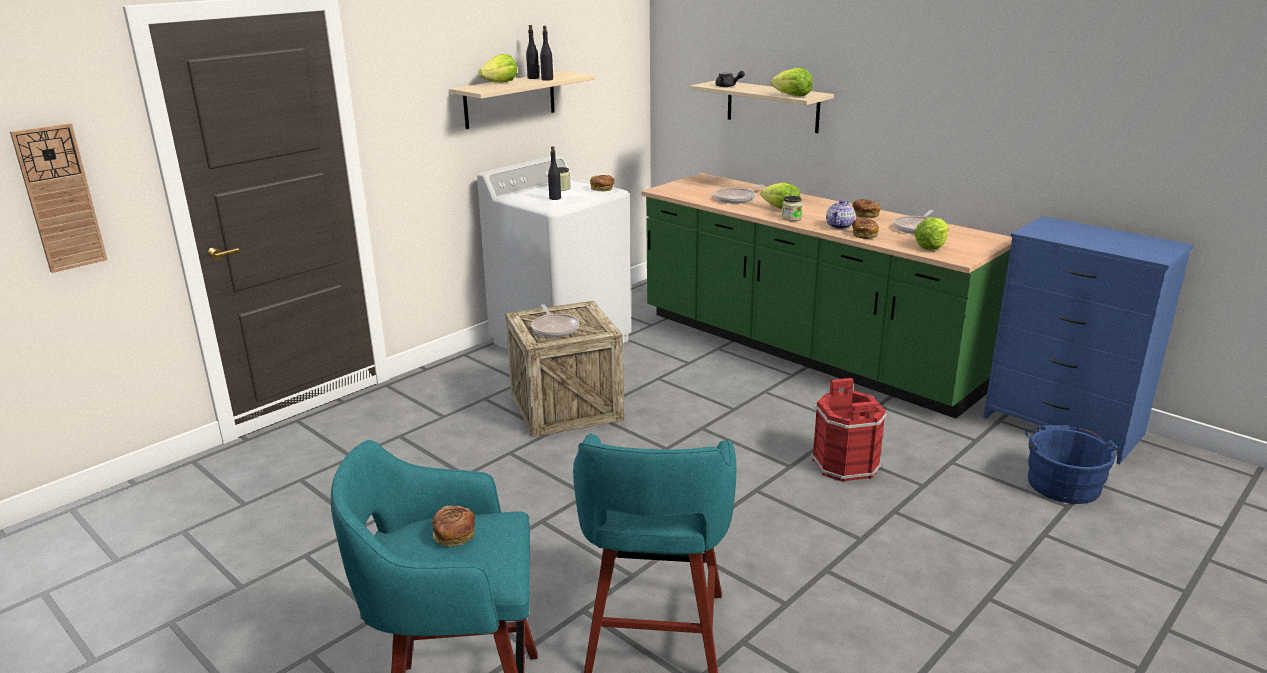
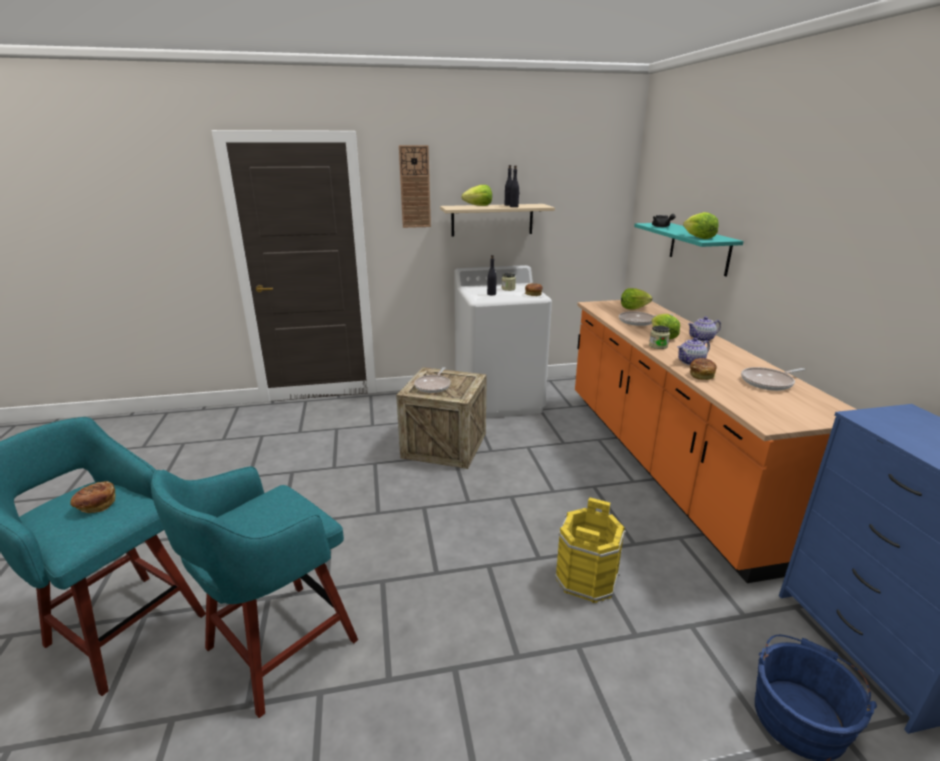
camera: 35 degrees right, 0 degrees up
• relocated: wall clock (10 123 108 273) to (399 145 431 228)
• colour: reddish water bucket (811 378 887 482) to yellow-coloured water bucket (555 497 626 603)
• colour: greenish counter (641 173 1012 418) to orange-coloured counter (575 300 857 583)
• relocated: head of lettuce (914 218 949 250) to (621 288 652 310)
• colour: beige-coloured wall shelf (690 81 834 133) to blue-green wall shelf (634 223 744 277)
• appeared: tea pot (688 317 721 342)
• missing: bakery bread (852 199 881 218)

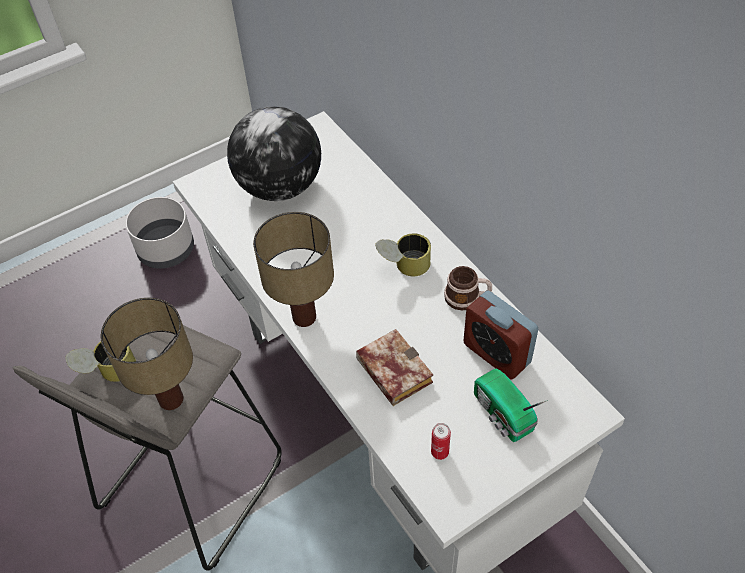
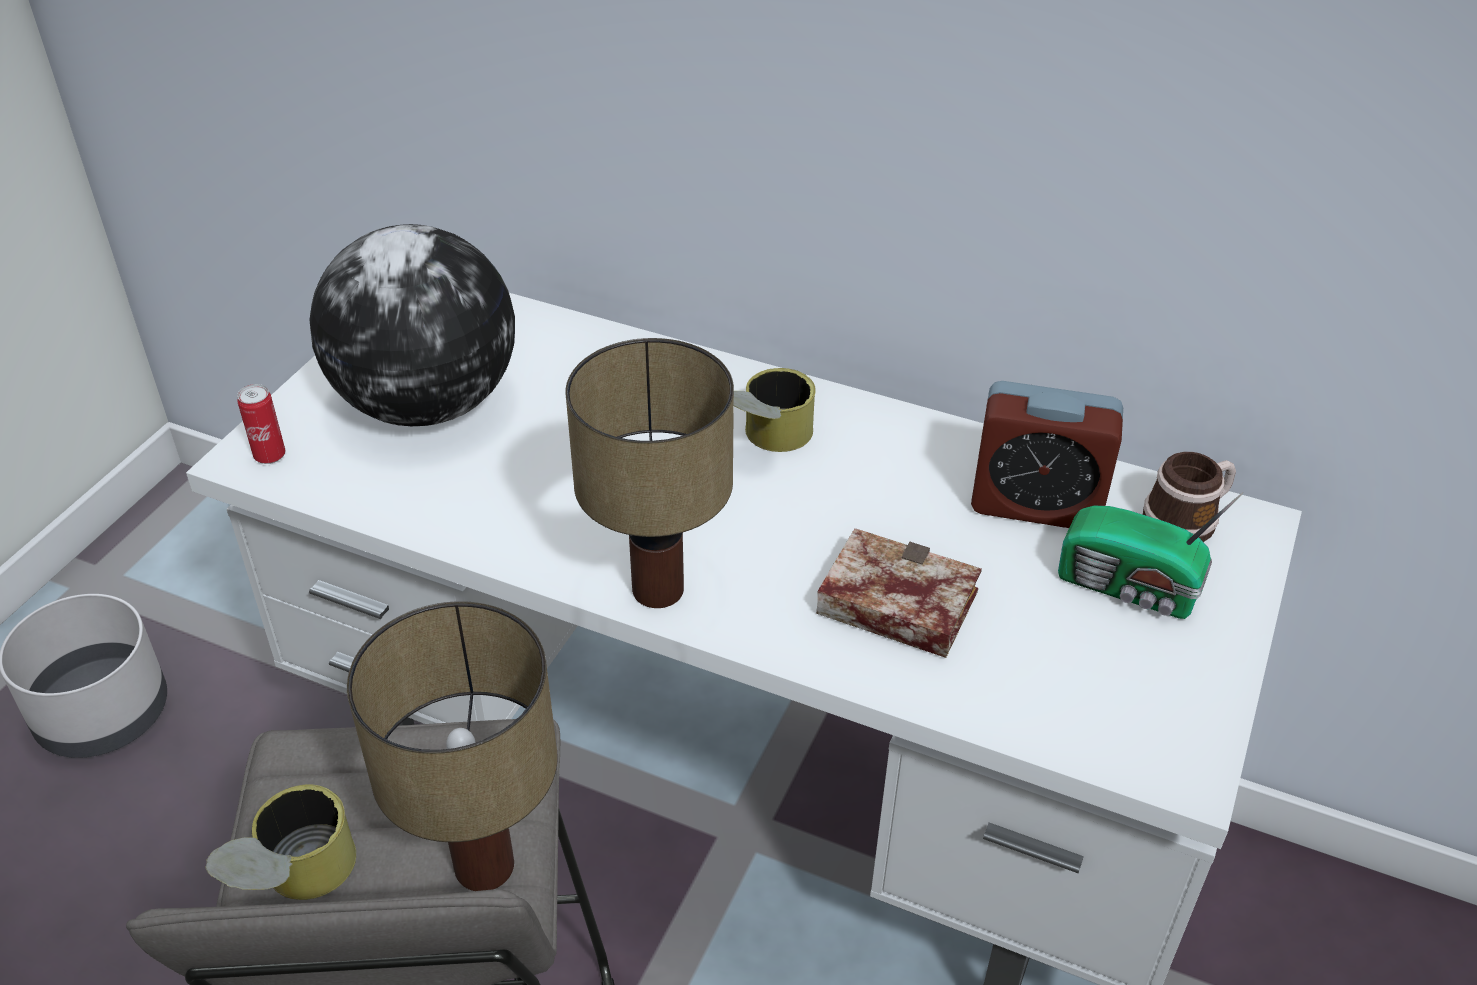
camera: 35 degrees left, 10 degrees down
• relocated: metal can (431 423 451 460) to (237 384 285 464)
• relocated: mug (444 266 492 310) to (1143 452 1236 542)

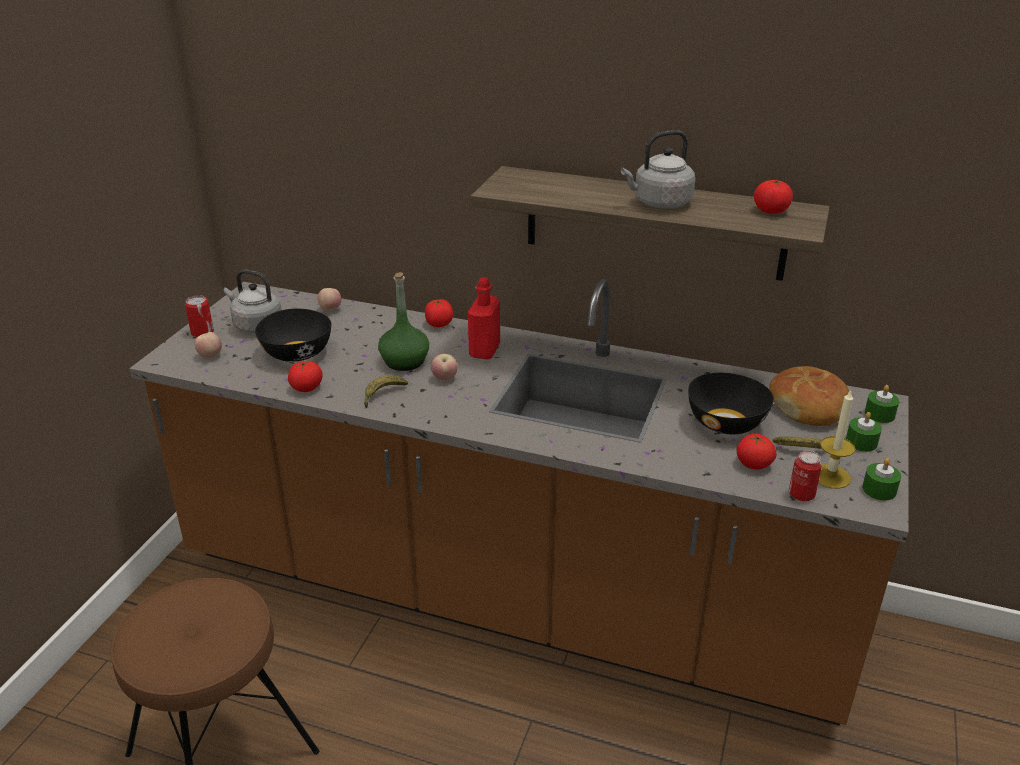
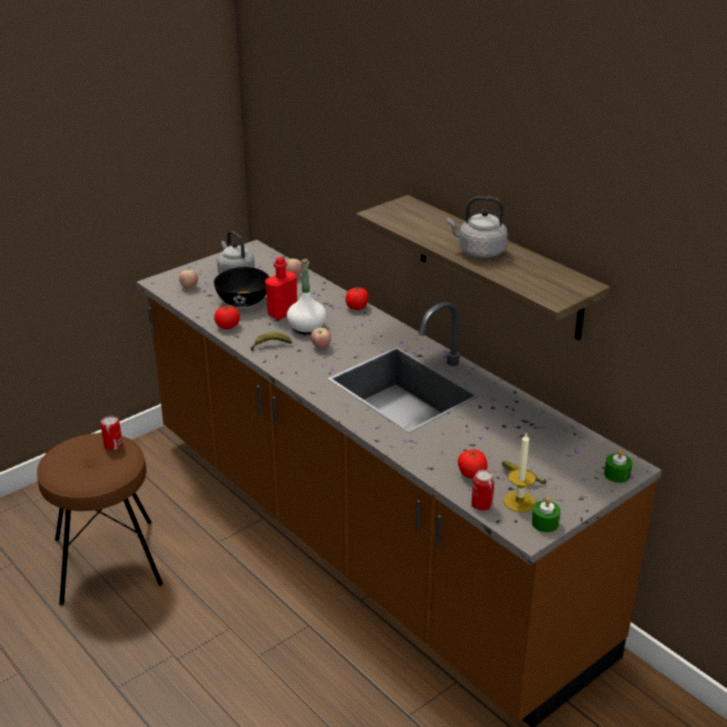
camera: 30 degrees right, 0 degrees up
• relocated: metal can (185 295 214 337) to (100 415 123 450)
• relocated: reddish drink bottle (468 277 500 359) to (265 257 297 320)
• colour: greenish drink bottle (378 272 429 371) to white drink bottle (287 259 326 334)
• missing: black-coloured serving bowl (688 373 774 435)
• missing: tomato (754 180 793 214)
• missing: bakery bread (769 366 849 426)
• missing: greenish candle (846 412 882 452)

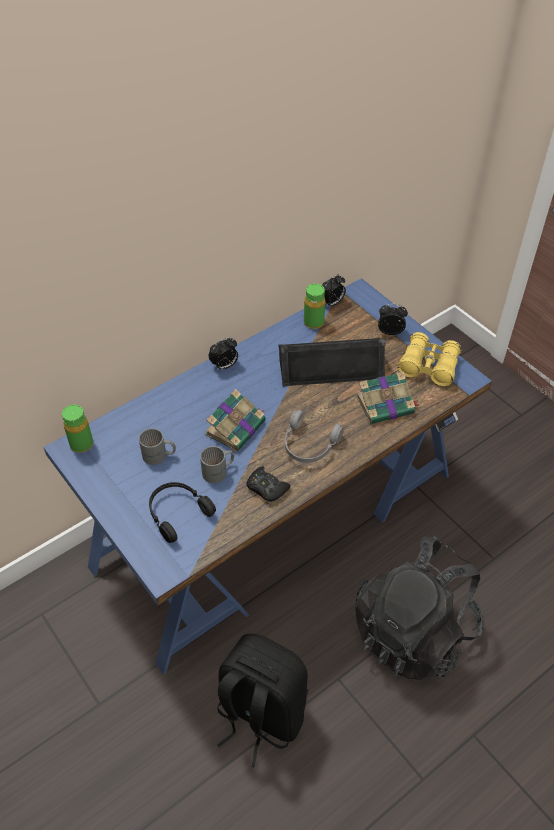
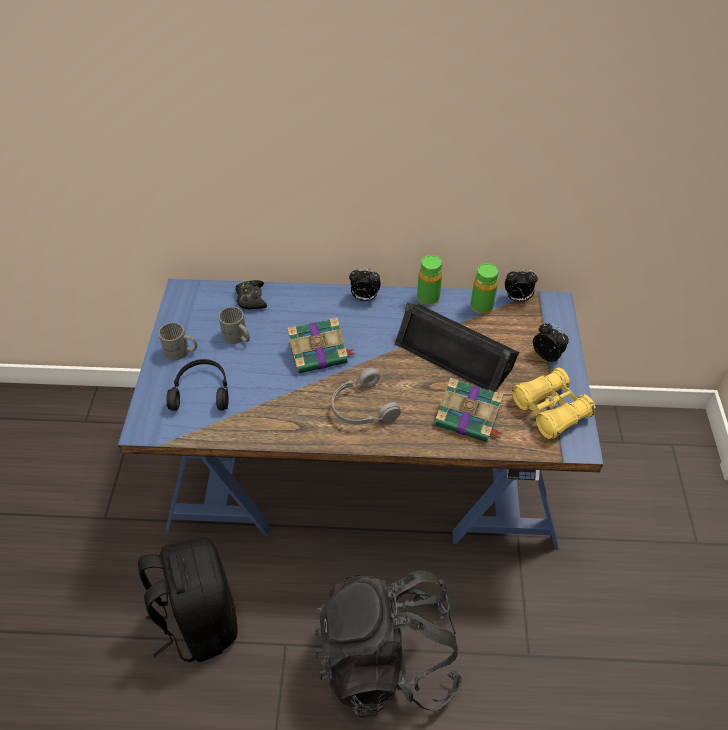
camera: 40 degrees right, 0 degrees up
• relocated: grey mug (200 446 234 483) to (158 322 197 360)
• relocated: black-coloured joypad (246 466 290 502) to (235 280 267 310)
• relocated: greenish drink bottle (62 404 93 453) to (417 255 442 305)

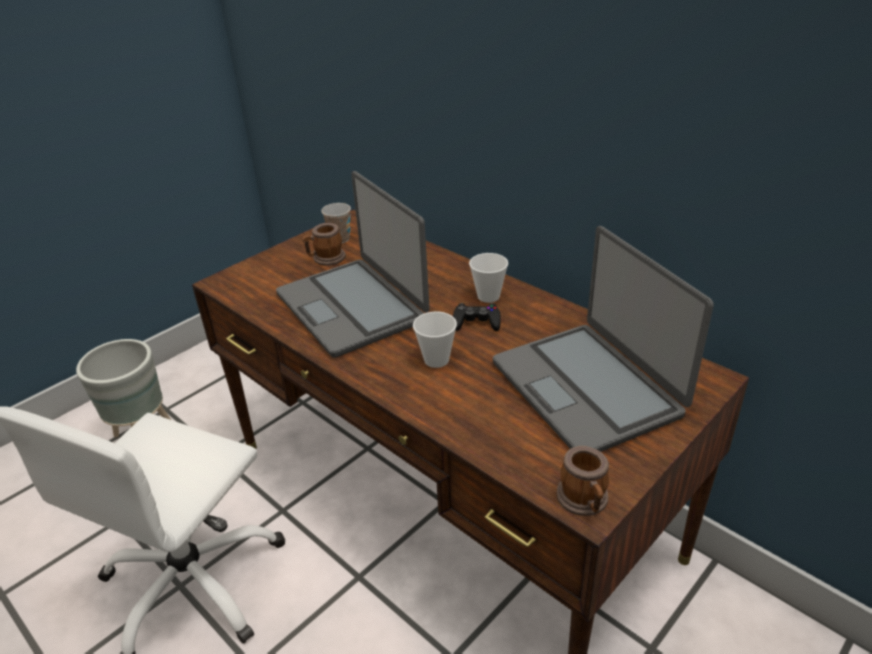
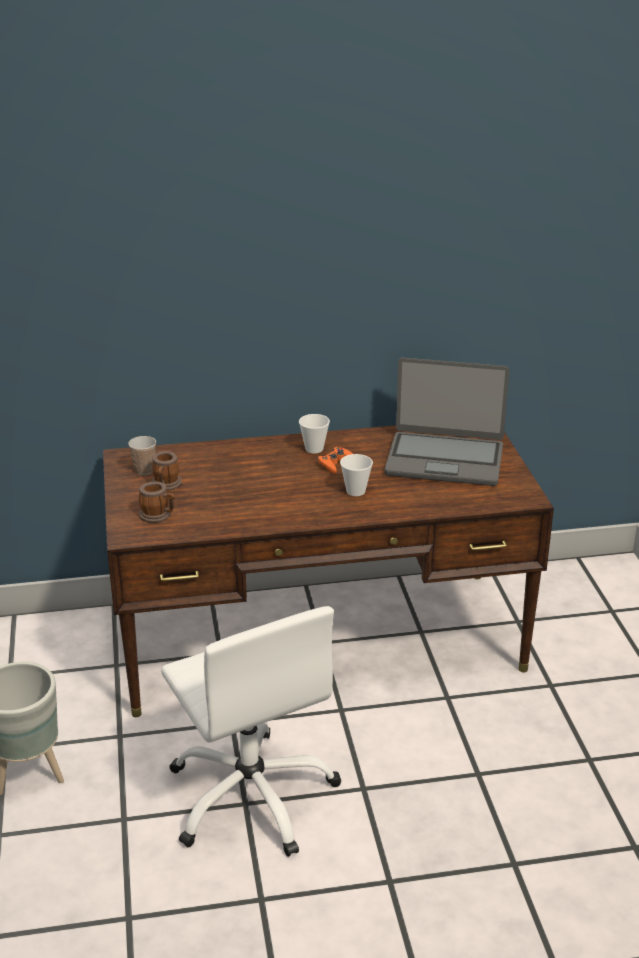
camera: 55 degrees left, 5 degrees down
• relocated: mug (556 446 609 516) to (139 481 175 523)
• colour: black-coloured joypad (453 303 501 331) to orange-coloured joypad (317 447 353 474)
• missing: laptop (276 171 430 358)

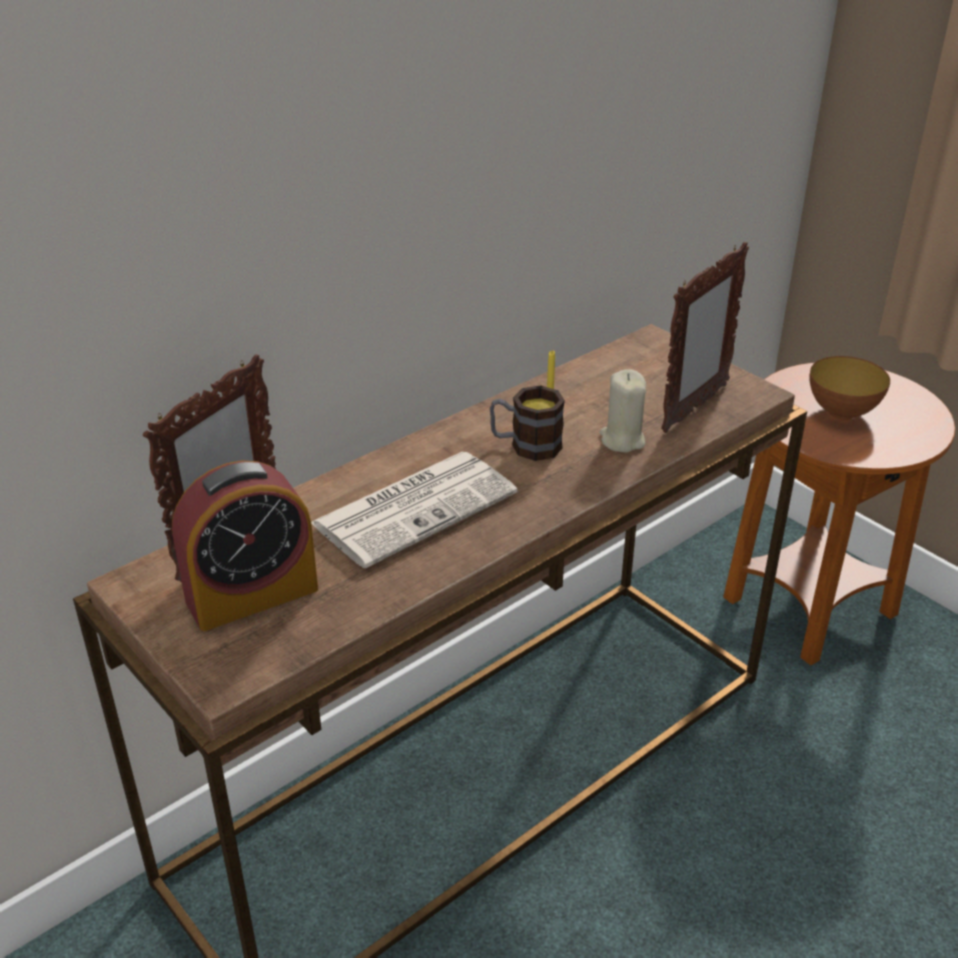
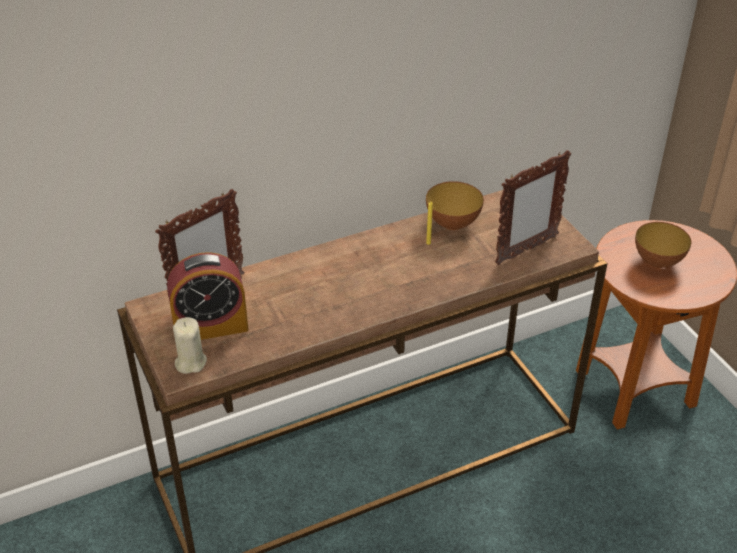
camera: 15 degrees right, 5 degrees up
• relocated: beige-coloured candle (600 369 646 452) to (173 317 207 374)
• appeared: serving bowl (426 181 484 230)
• missing: printed paper (311 452 517 568)
• missing: mug (490 385 565 461)

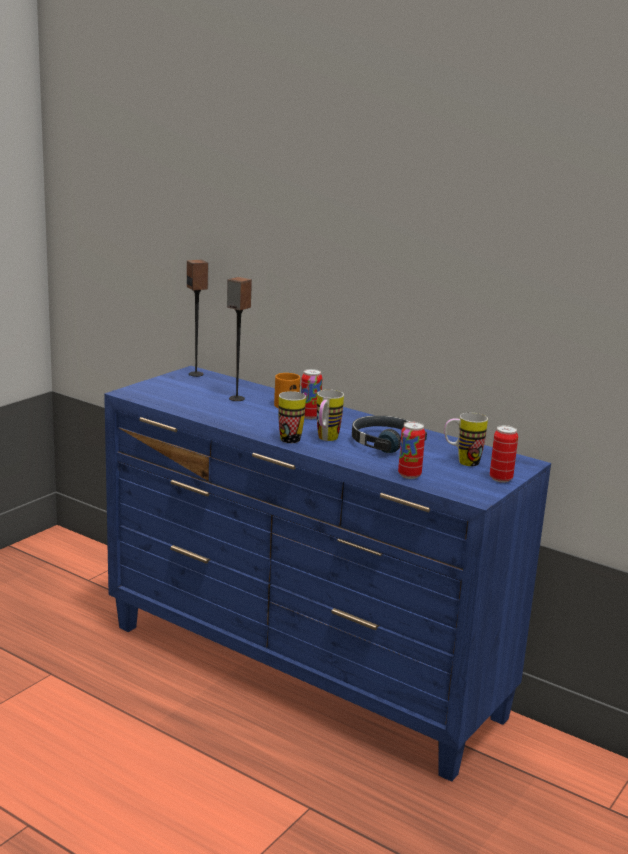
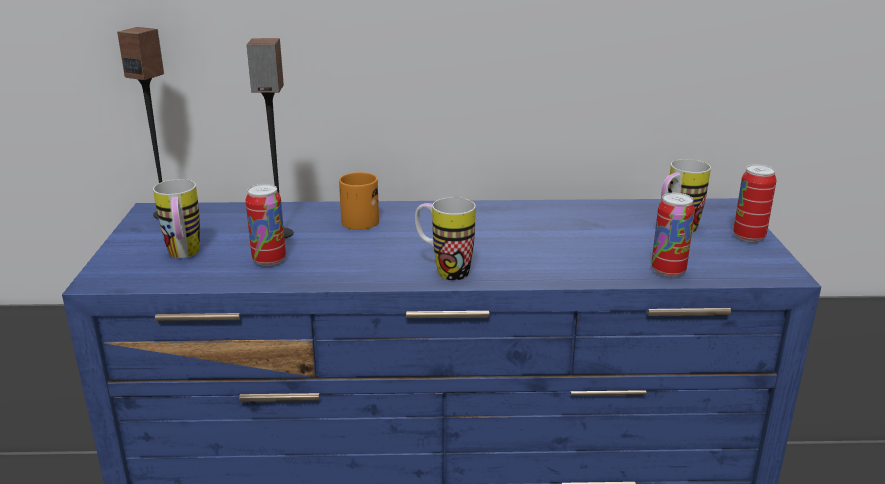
camera: 35 degrees left, 5 degrees up
• relocated: mug (317 390 344 441) to (153 179 200 258)
• relocated: metal can (301 369 322 419) to (246 184 286 266)
• missing: black-coloured headphones (352 415 427 453)

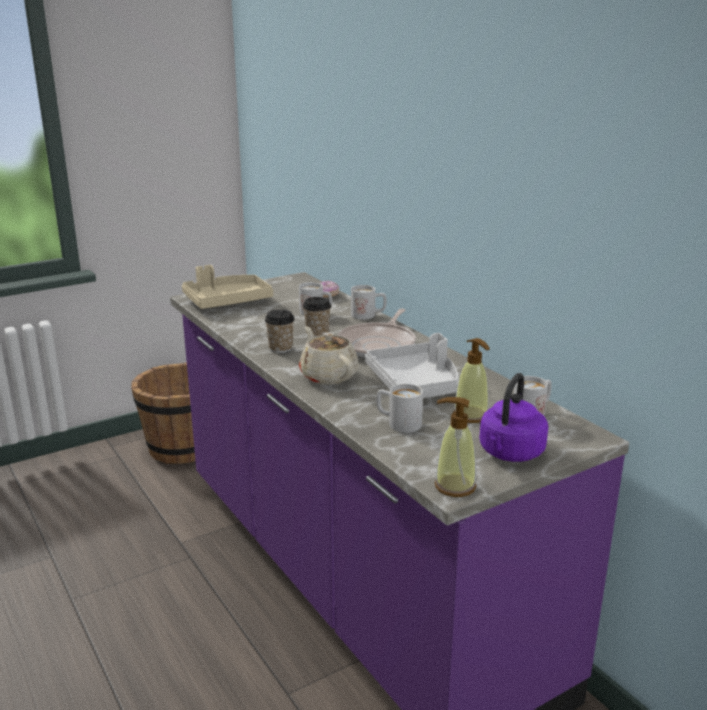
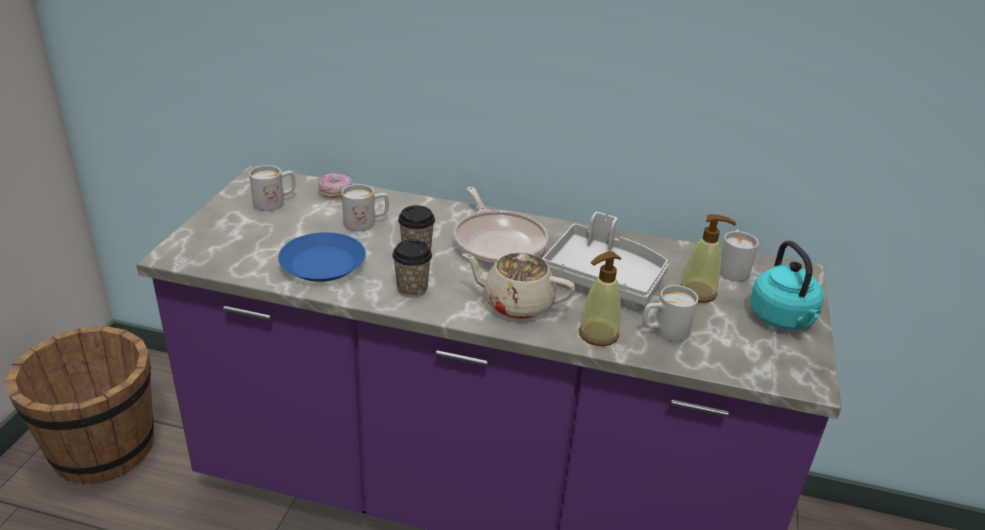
camera: 45 degrees left, 10 degrees up
• relocated: white mug (351 285 387 320) to (249 165 296 211)
• appeared: blue-coloured flat dish (278 232 366 282)
• relocated: soap dispenser (435 397 476 497) to (579 251 621 346)
• colour: purple-coloured water kettle (479 373 548 462) to blue-green water kettle (750 240 824 330)
• missing: beige-coloured tray (182 265 273 309)

